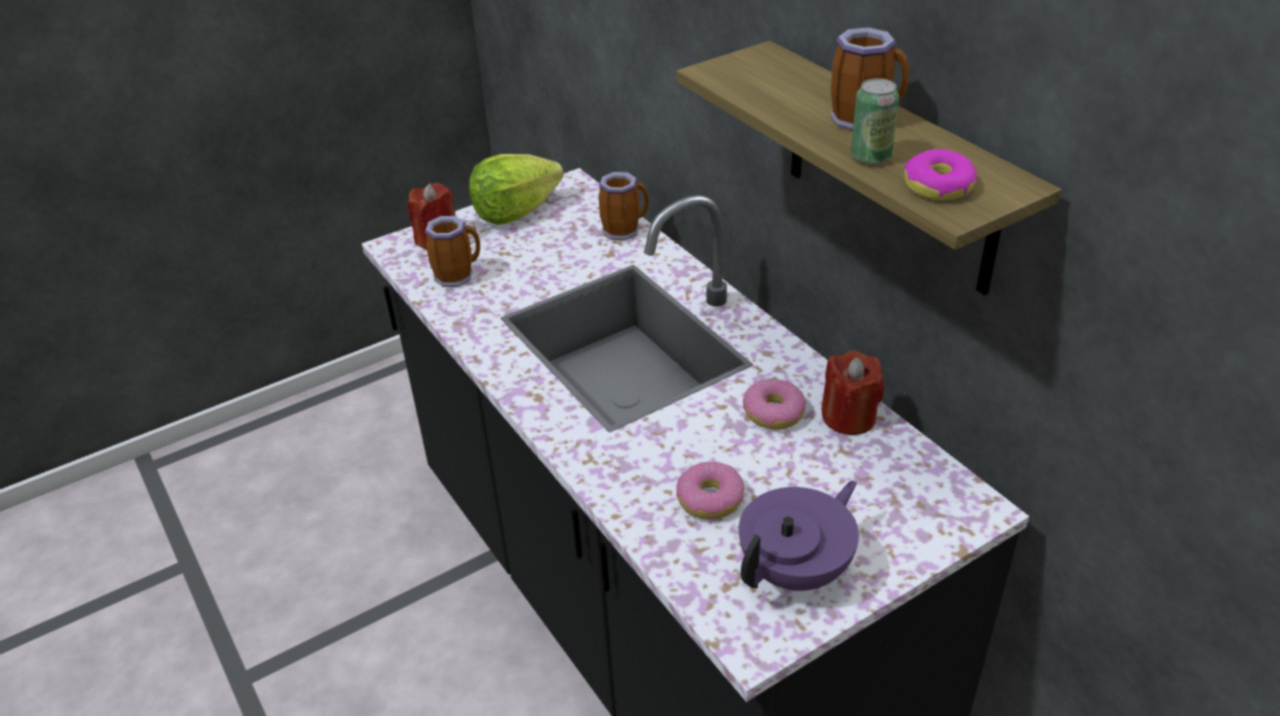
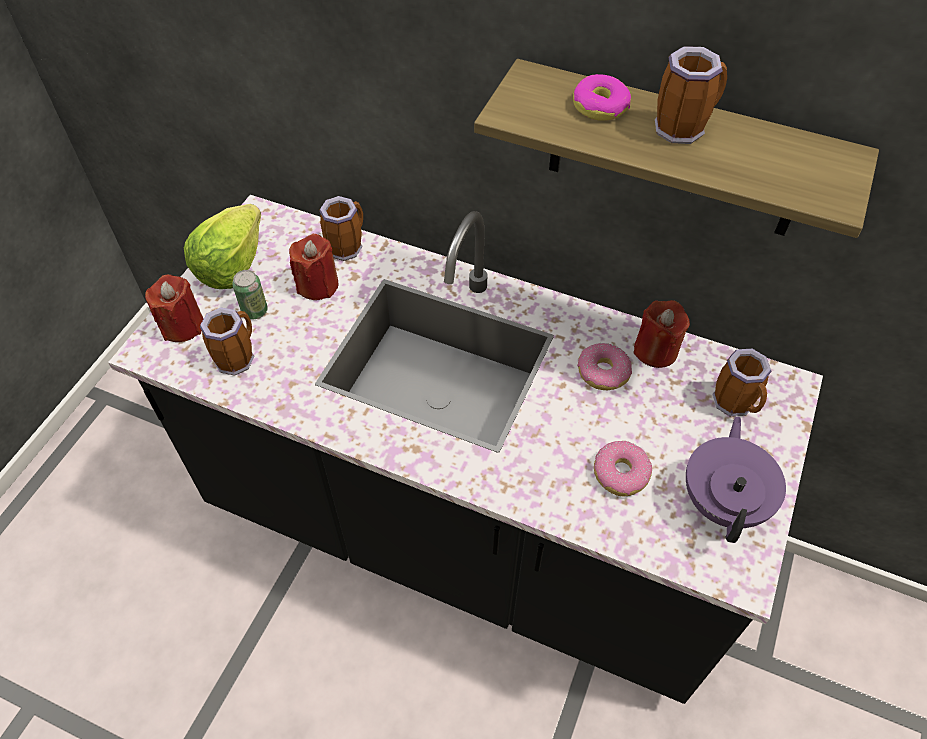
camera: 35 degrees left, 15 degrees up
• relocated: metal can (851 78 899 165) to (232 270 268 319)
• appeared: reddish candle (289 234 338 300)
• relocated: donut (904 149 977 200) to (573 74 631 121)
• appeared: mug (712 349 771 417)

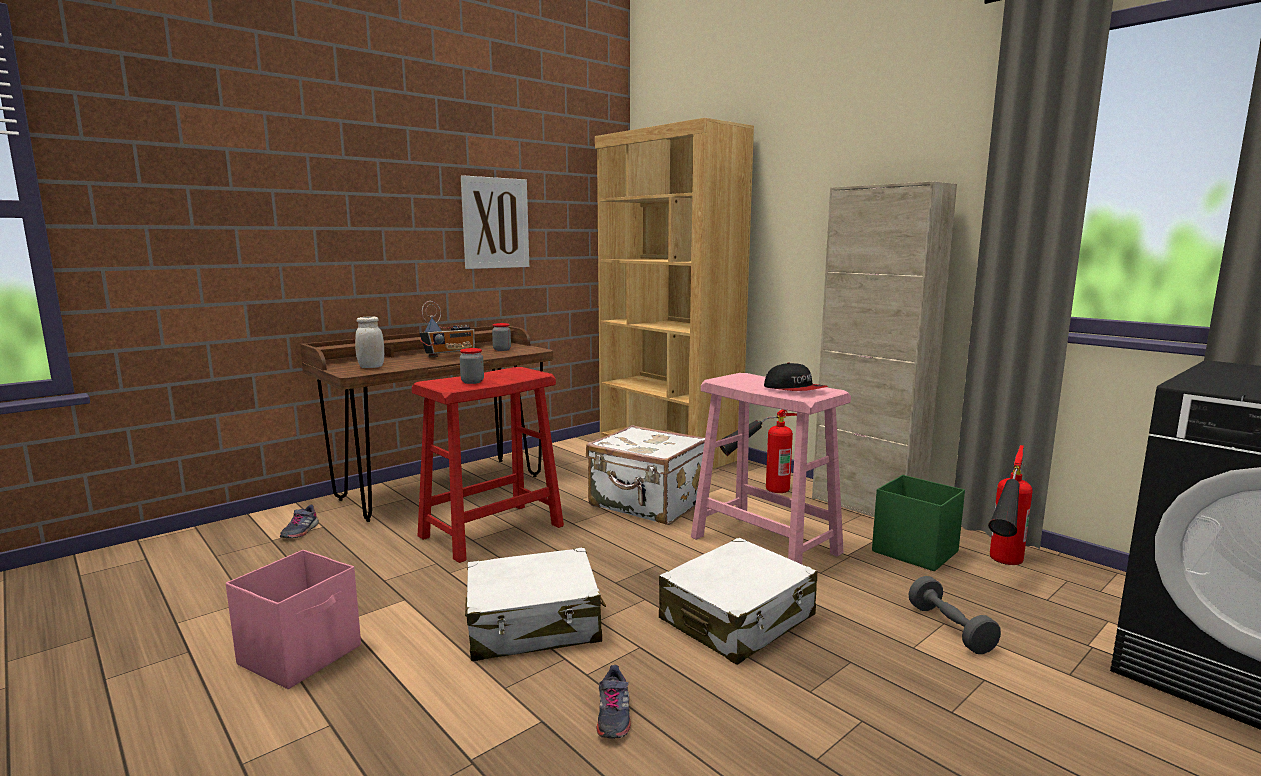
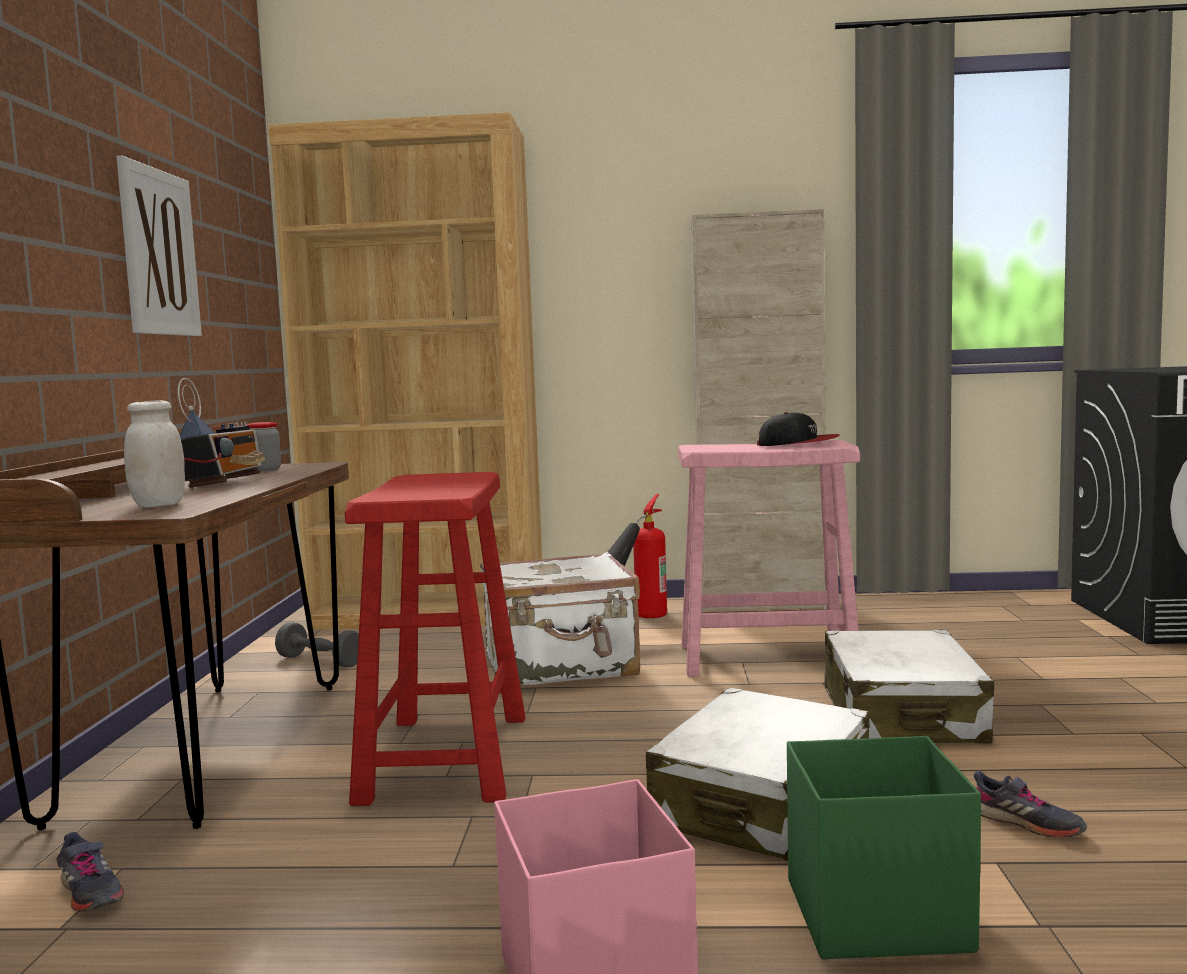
camera: 45 degrees left, 5 degrees down
• relocated: grey free weight (909 576 1001 654) to (275 623 359 667)
• relocated: greenish storage box (872 475 965 571) to (787 736 981 959)
• missing: jar (460 348 484 384)
• missing: extinguisher (988 445 1033 565)

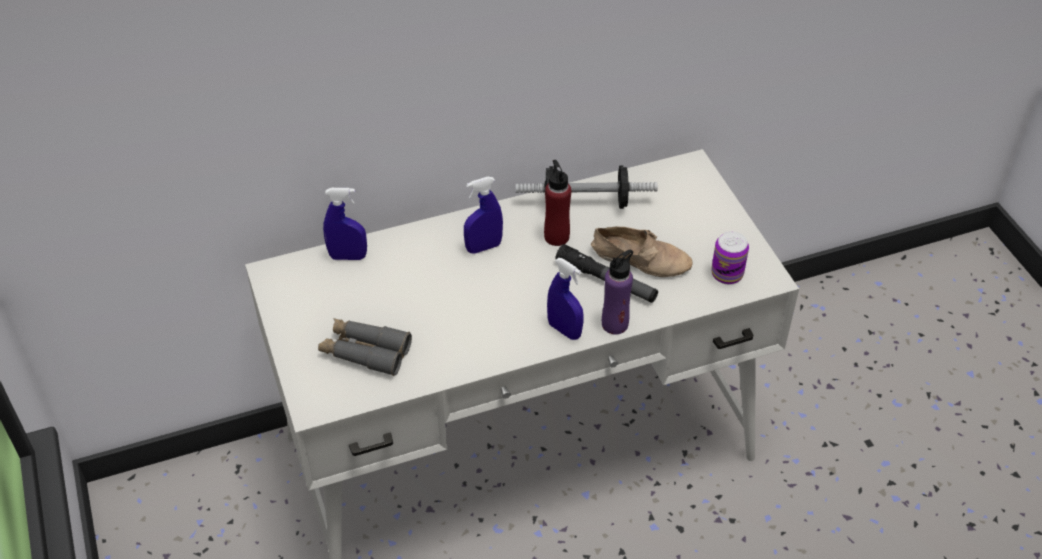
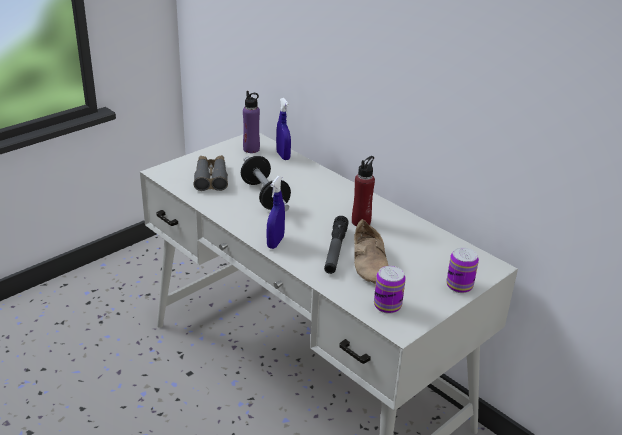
camera: 65 degrees right, 15 degrees down
• relocated: free weight (516 165 658 209) to (241 156 291 211)
• relocated: purple-coloured drink bottle (602 250 633 335) to (243 91 260 153)
• appeared: metal can (447 247 479 293)
• missing: blue-coloured sprayer (464 177 503 254)

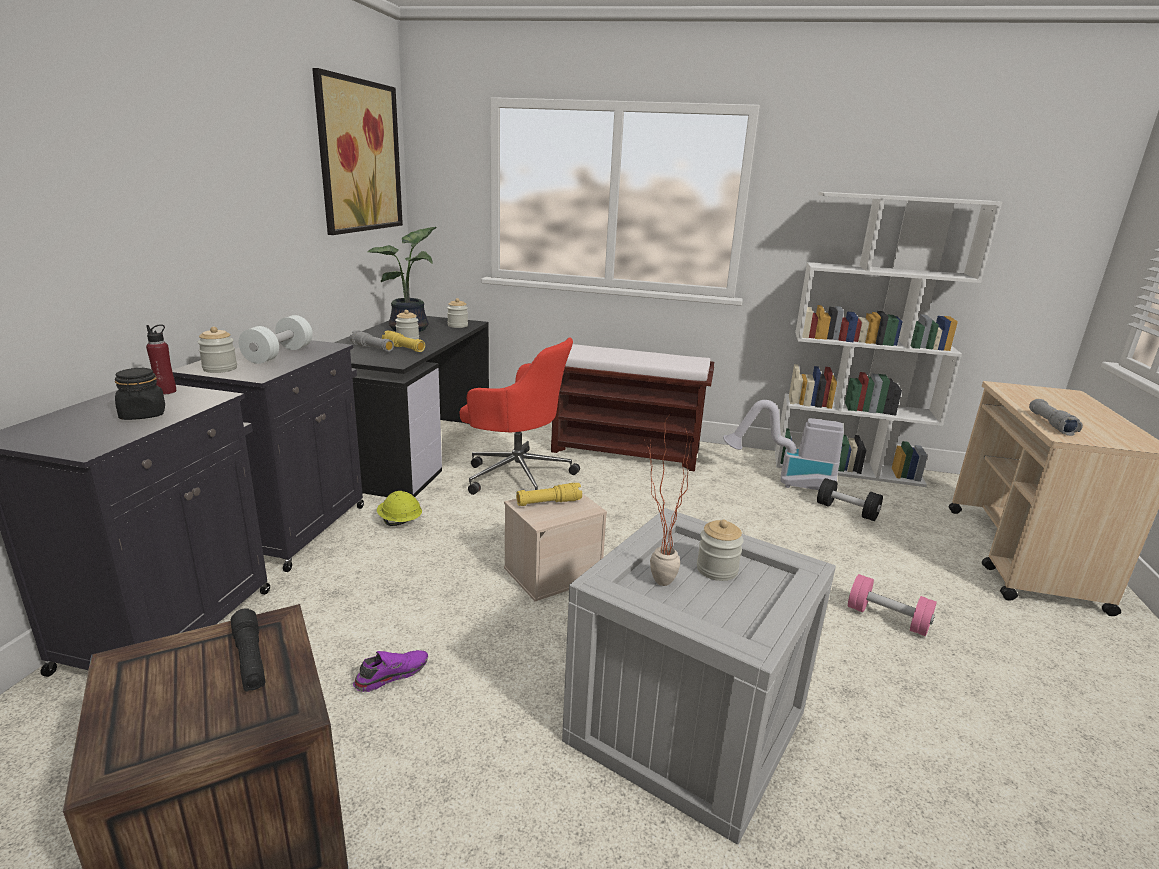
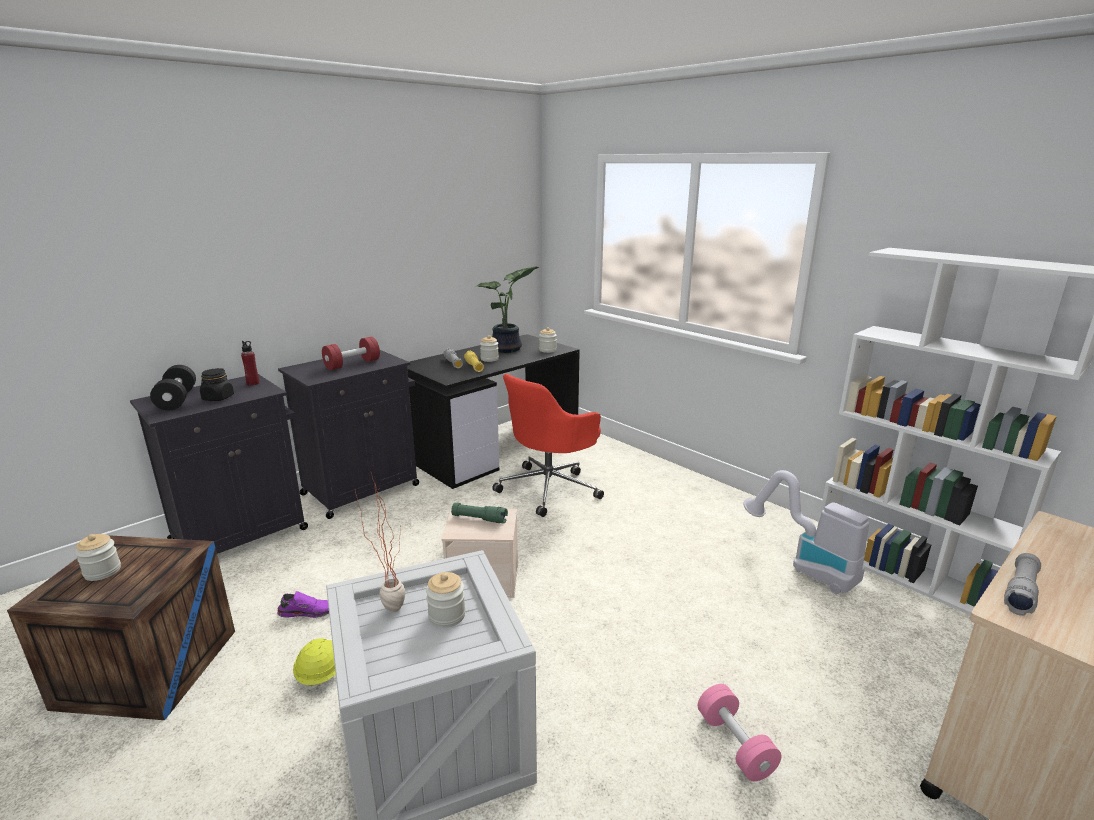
camera: 35 degrees right, 0 degrees up
• relocated: jar (198 327 237 373) to (75 534 121 581)
• relocated: black-coloured free weight (817 478 883 521) to (150 365 196 410)
• relocated: yellow-coloured hard hat (377 491 422 526) to (293 638 336 685)
• colour: white free weight (238 315 313 364) to reddish free weight (322 337 380 370)
• colour: yellow-coloured torch (516 483 582 506) to greenish torch (451 503 508 523)
• spun: reddish desk chair (460 338 580 495) = (493 374 604 517) 75 degrees clockwise
• missing: black-coloured torch (231 608 265 692)
• missing: wall picture (312 68 403 235)
• missing: brown-coloured indoor bench (551 344 714 471)

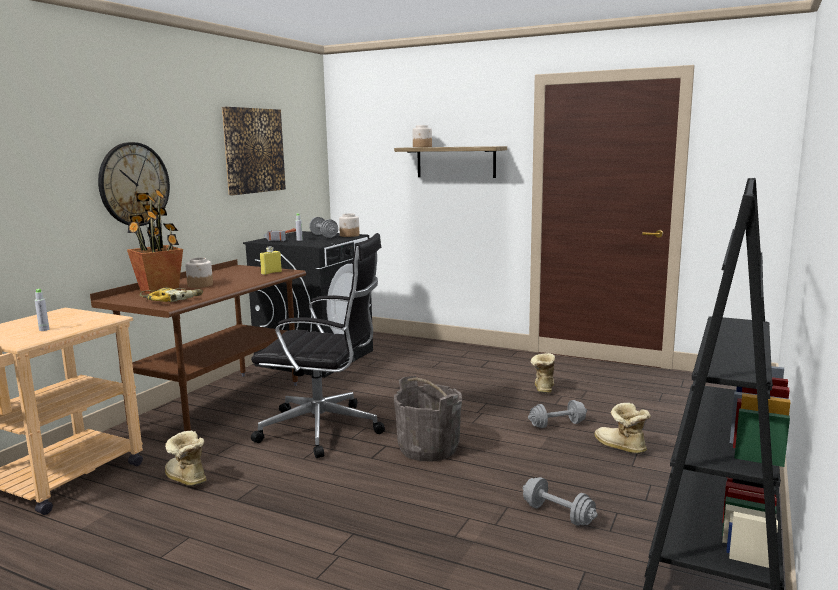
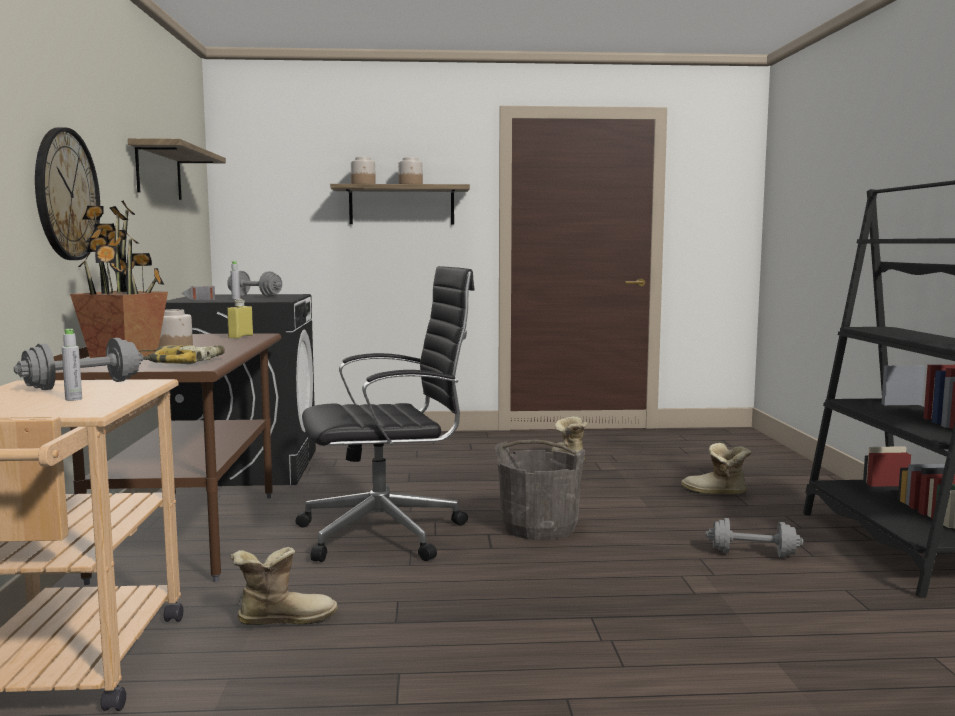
camera: 30 degrees left, 5 degrees down
• relocated: grey free weight (528 400 587 428) to (14 338 144 390)
• exchanged: wall picture (222 107 286 195) to wall shelf (128 138 226 200)
• spun: high-top boot (165 431 207 486) = (231 547 338 625) 150 degrees clockwise
• relocated: jar (339 213 359 237) to (398 157 423 184)

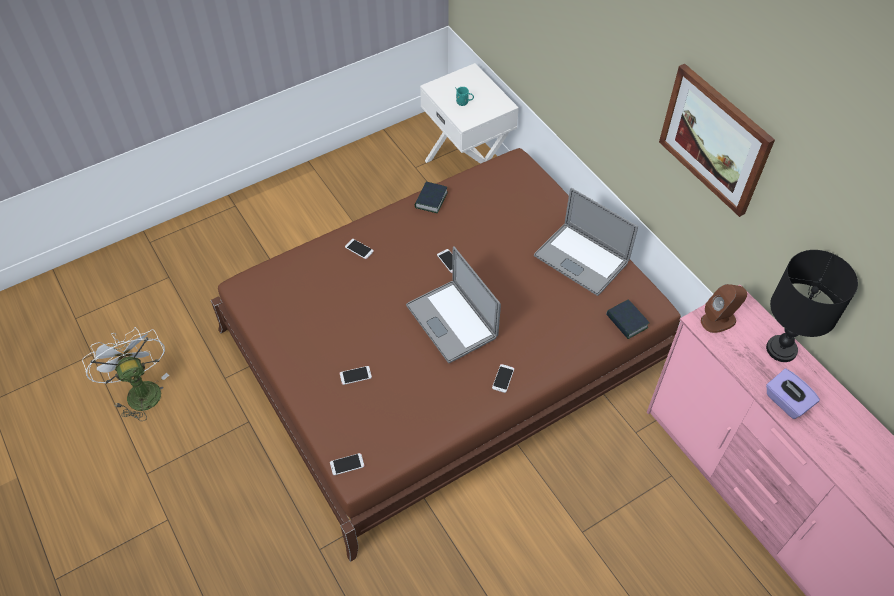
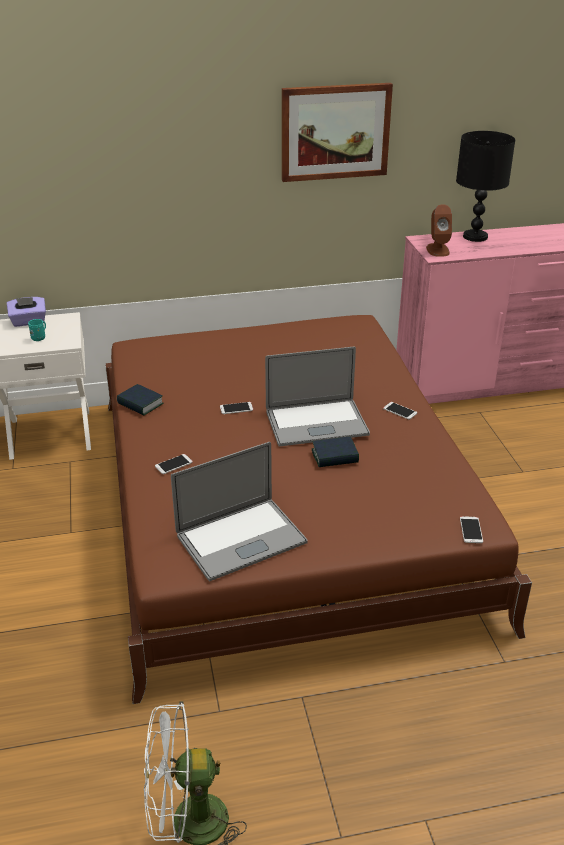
camera: 70 degrees left, 20 degrees down
• relocated: purple-coloured tissue holder (766 369 820 419) to (7 297 46 327)
• relocated: laptop (534 188 638 296) to (171 442 308 581)
• relocated: book (606 300 649 339) to (312 437 359 467)
• missing: phone (340 366 372 385)

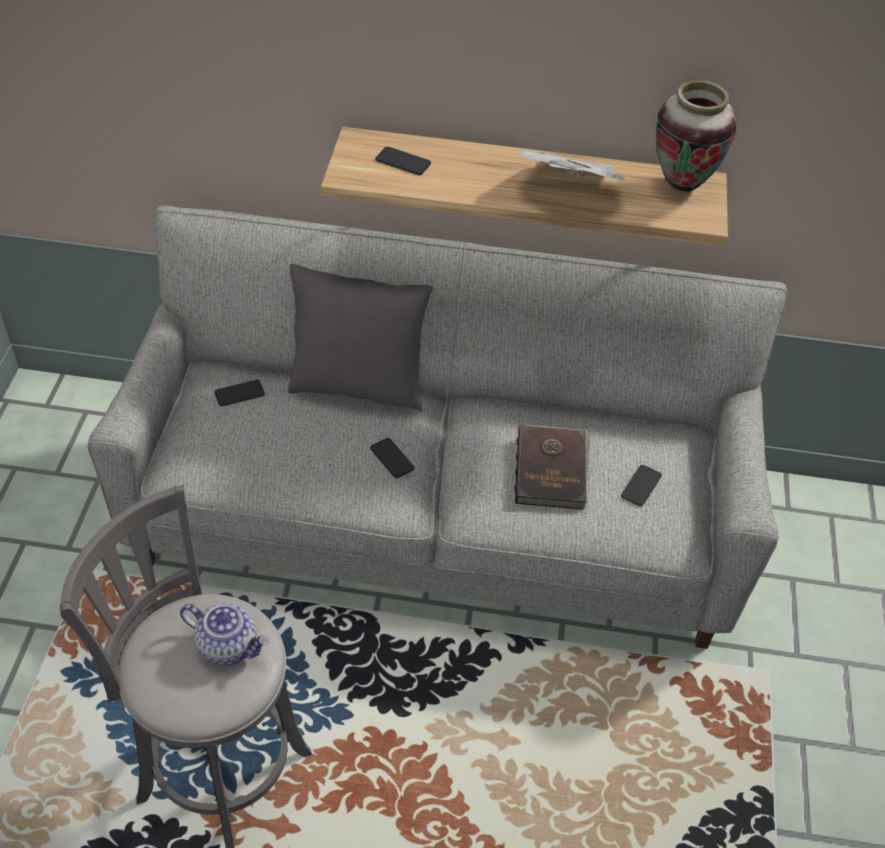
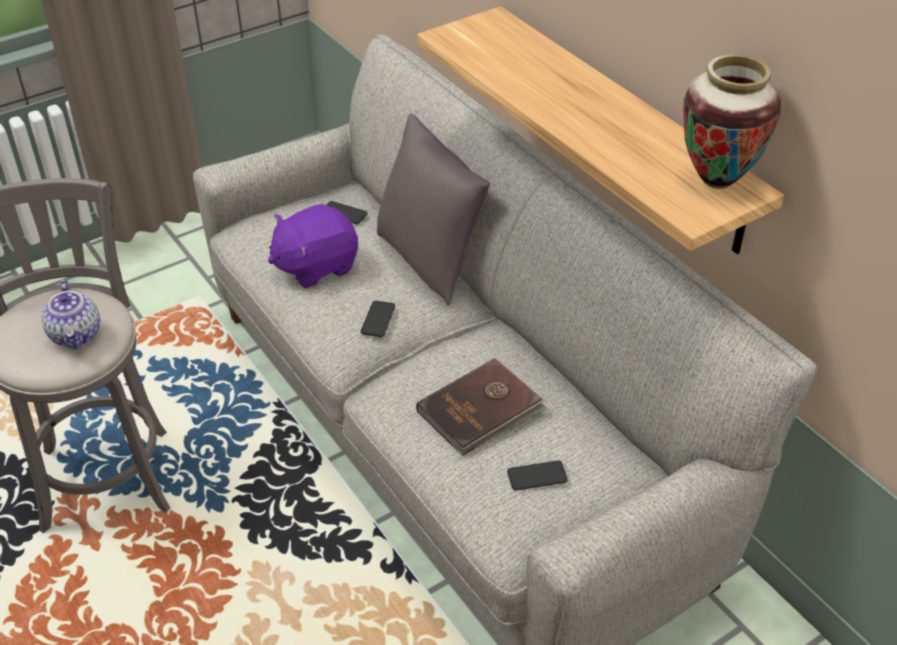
camera: 50 degrees right, 5 degrees down
• appeared: purple-coloured soft toy (268 204 358 288)
• missing: phone (376 147 431 175)
• missing: printed paper (519 150 627 181)

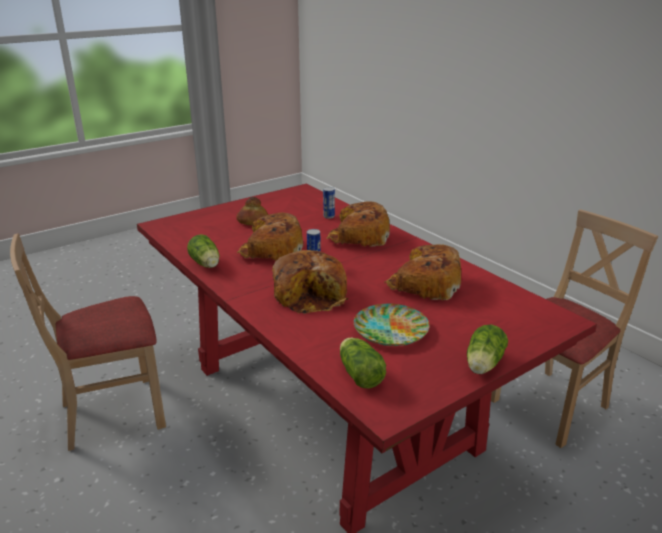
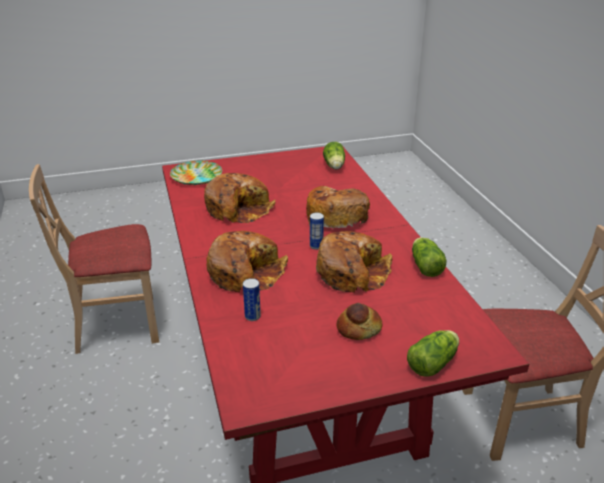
camera: 160 degrees left, 5 degrees up
• relocated: flat dish (354 304 429 346) to (170 161 222 185)
• relocated: head of lettuce (467 325 508 374) to (407 330 459 377)

